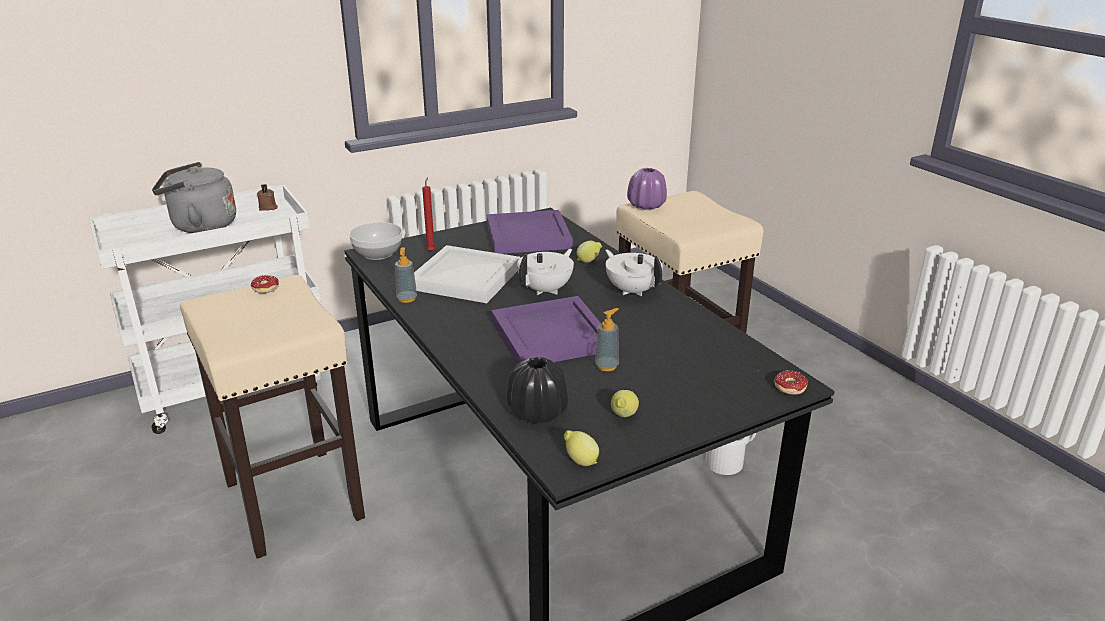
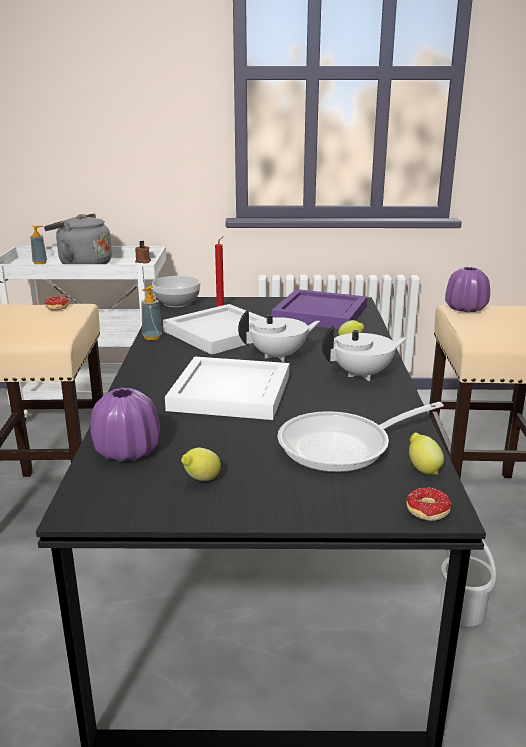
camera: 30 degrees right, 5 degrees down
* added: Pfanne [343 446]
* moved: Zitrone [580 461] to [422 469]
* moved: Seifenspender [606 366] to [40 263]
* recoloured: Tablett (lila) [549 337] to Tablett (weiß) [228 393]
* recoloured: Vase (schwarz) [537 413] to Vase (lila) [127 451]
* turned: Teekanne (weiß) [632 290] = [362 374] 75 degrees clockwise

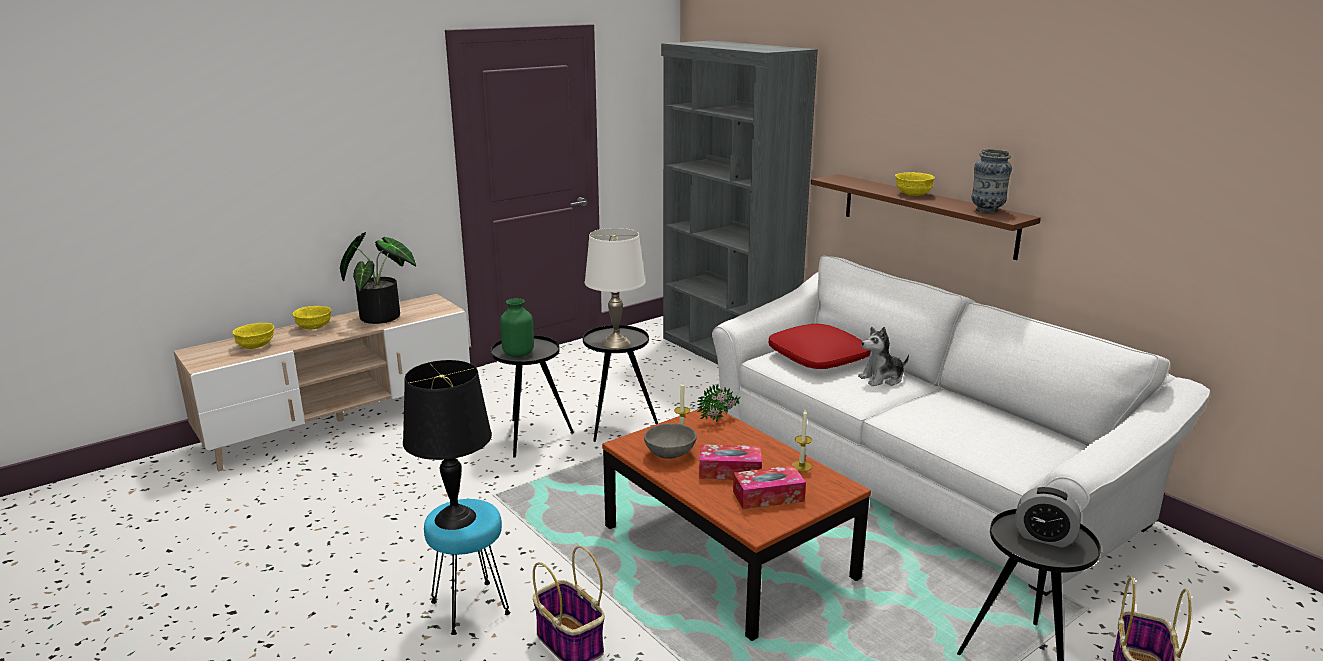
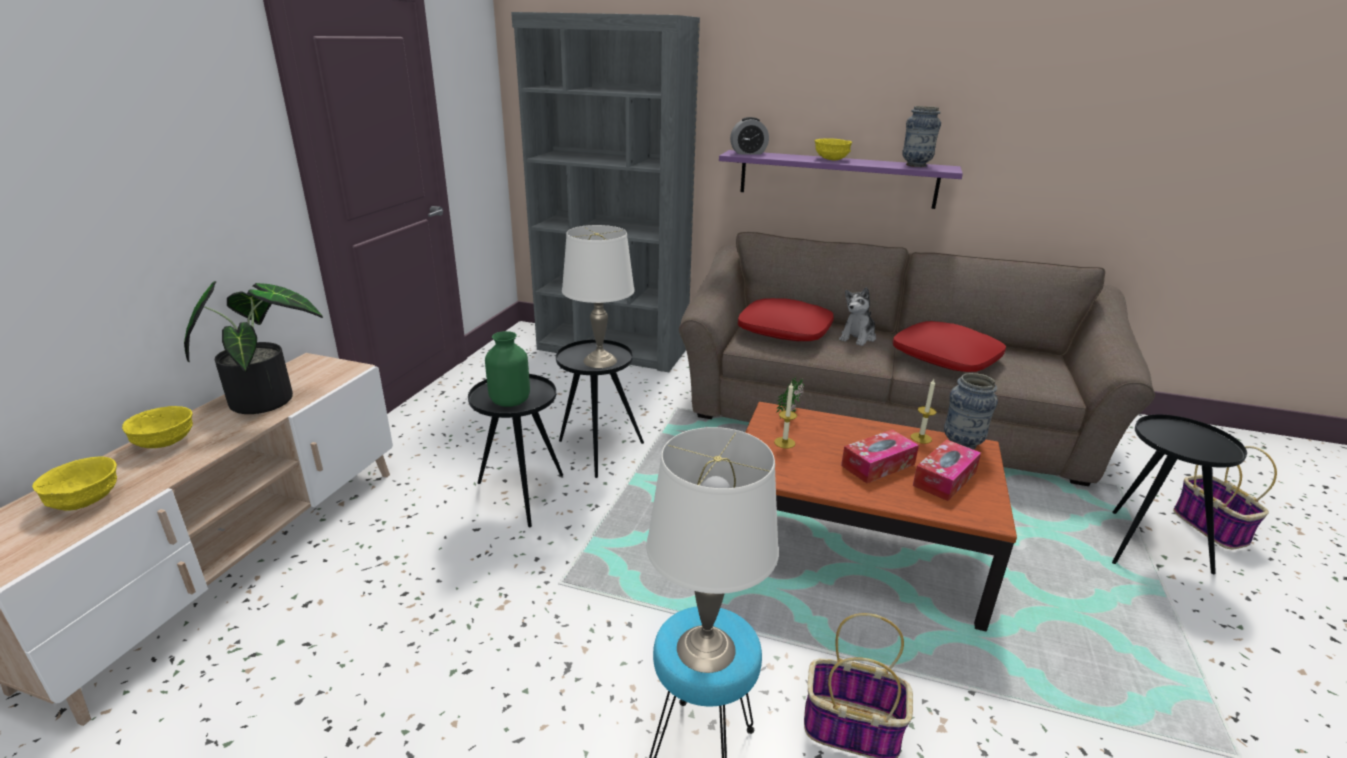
camera: 35 degrees left, 5 degrees up
* removed: Schüssel (grau) [670 454]
* added: Kissen (rot) [946 358]
* added: Vase [962 444]
* moved: Wecker [1044 537] to [748 153]
* recoloured: Tischlampe (schwarz) [454 518] to Tischlampe (weiß) [705 649]
* recoloured: Sofa (weiß) [915 470] to Sofa (braun) [883 413]
* recoloured: Wandregal (braun) [927 215] to Wandregal (lila) [836 179]

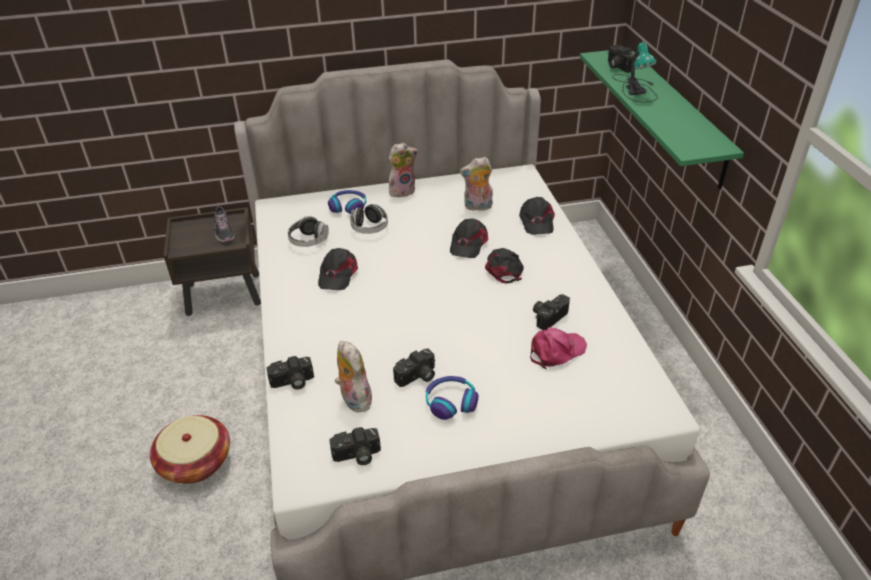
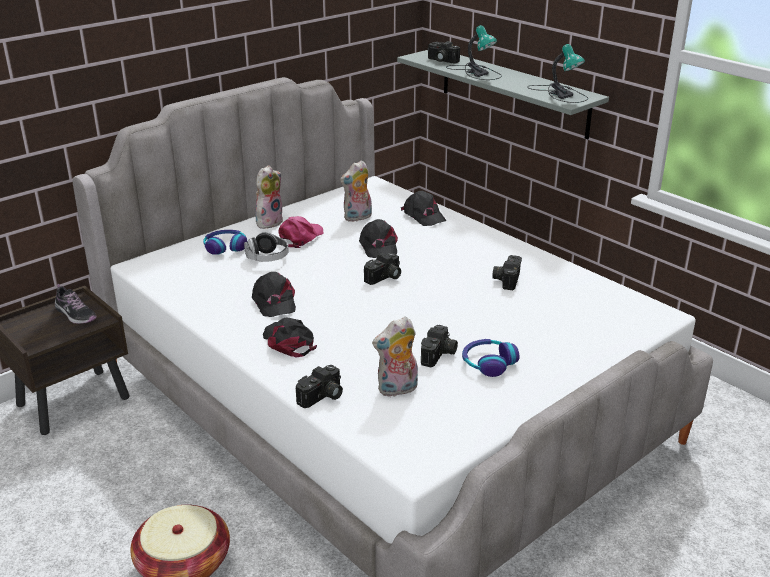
camera: 30 degrees left, 10 degrees down
* removed: Kopfhörer [308 240]
* added: Tischlampe [559 93]
* moved: Kamera [357 456] to [384 278]
* moved: Kappe (schwarz) [504 267] to [289 342]
* moved: Kappe (rosa) [556 351] to [300 237]
* recoloured: Wandregal (grün) [675 116] to Wandregal (grau) [513 92]
* turned: Plüschtier [353 399] = [397 390] 60 degrees counterclockwise

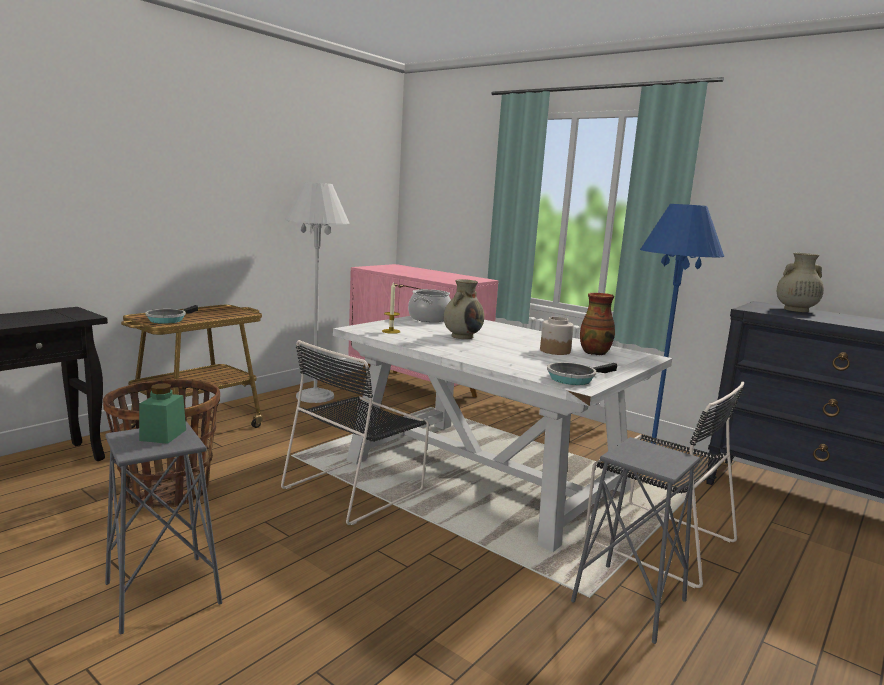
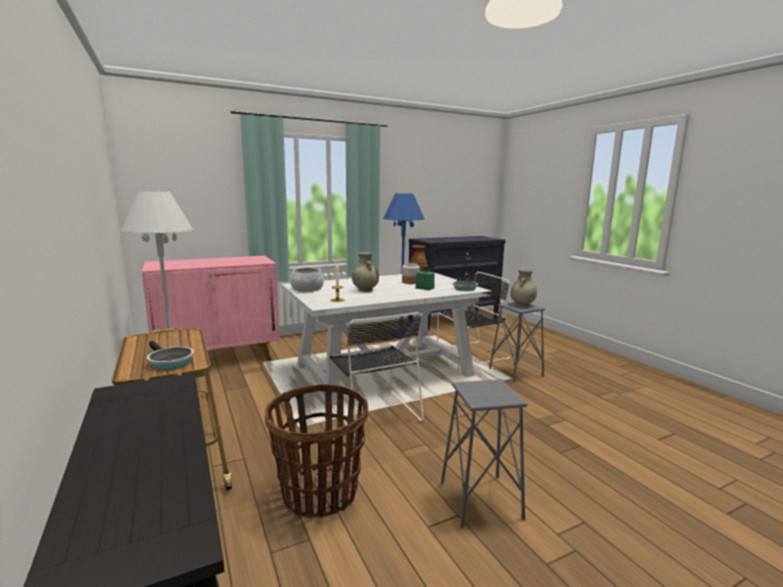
camera: 65 degrees left, 0 degrees up
* moved: Vorratsglas (grün) [163 435] to [424 288]
* moved: Vase (beige) [795 310] to [522 305]

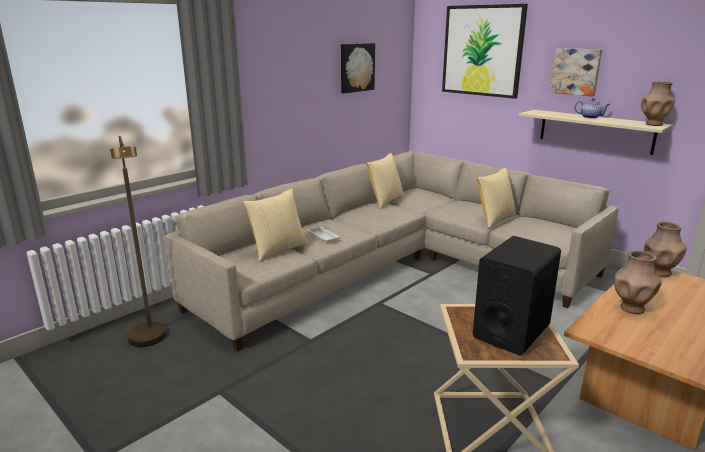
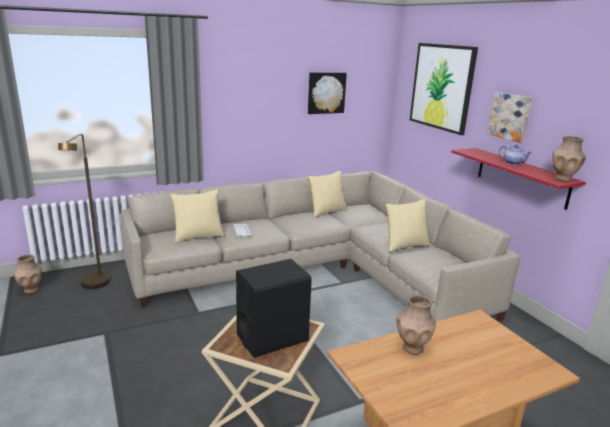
camera: 20 degrees right, 0 degrees up
* moved: Vase (braun) [659 272] to [31 290]
* recoloured: Wandregal (beige) [595 131] to Wandregal (rot) [521 177]

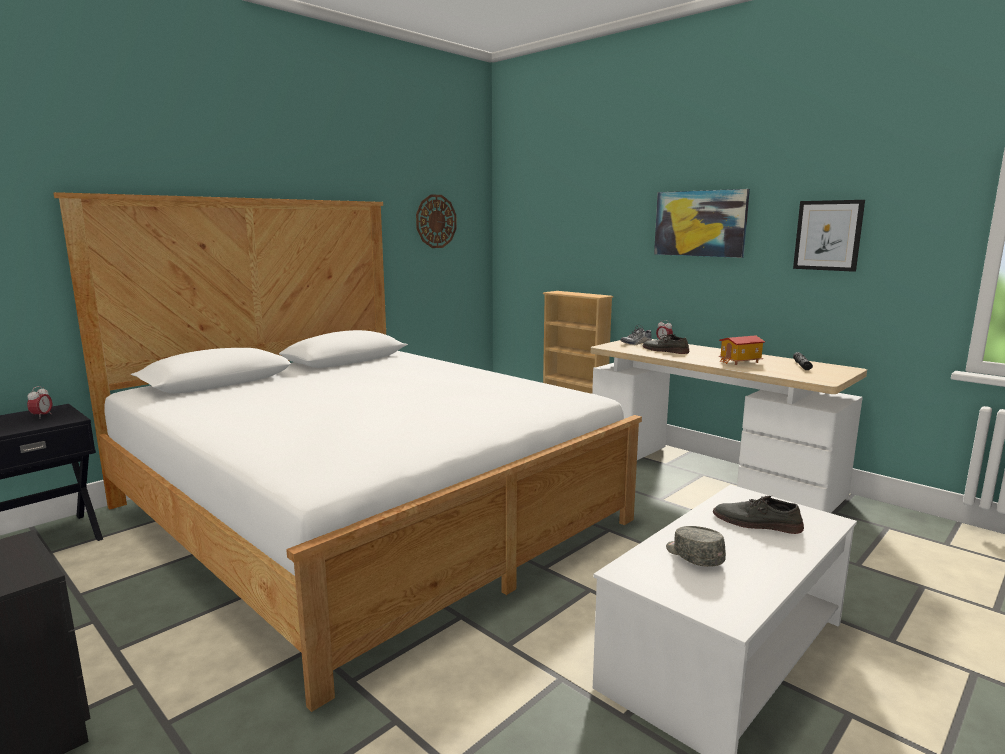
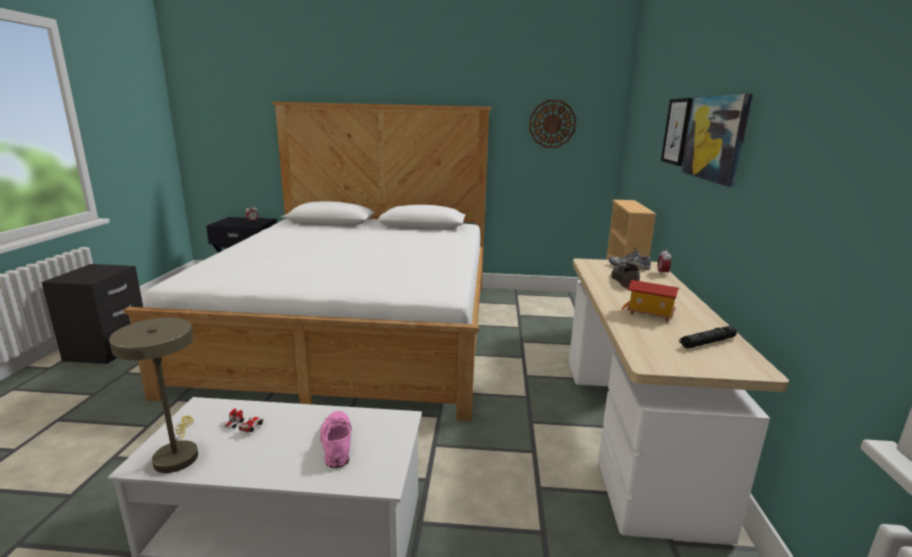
camera: 50 degrees right, 5 degrees up
* added: Tischlampe (beige) [176 454]
* moved: Bild [828 235] to [677 131]
* replaced: Kappe (grau) [693 556] to Spielzeugauto [243 426]
* recoloured: Schuh (grau) [756 523] to Schuh (rosa) [336 441]

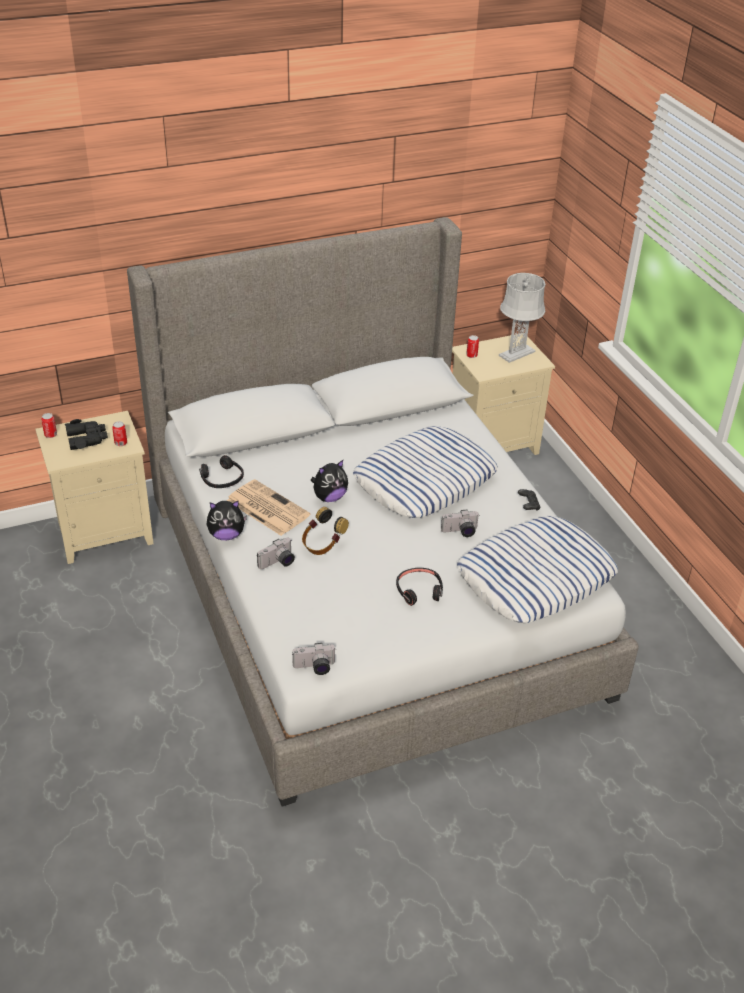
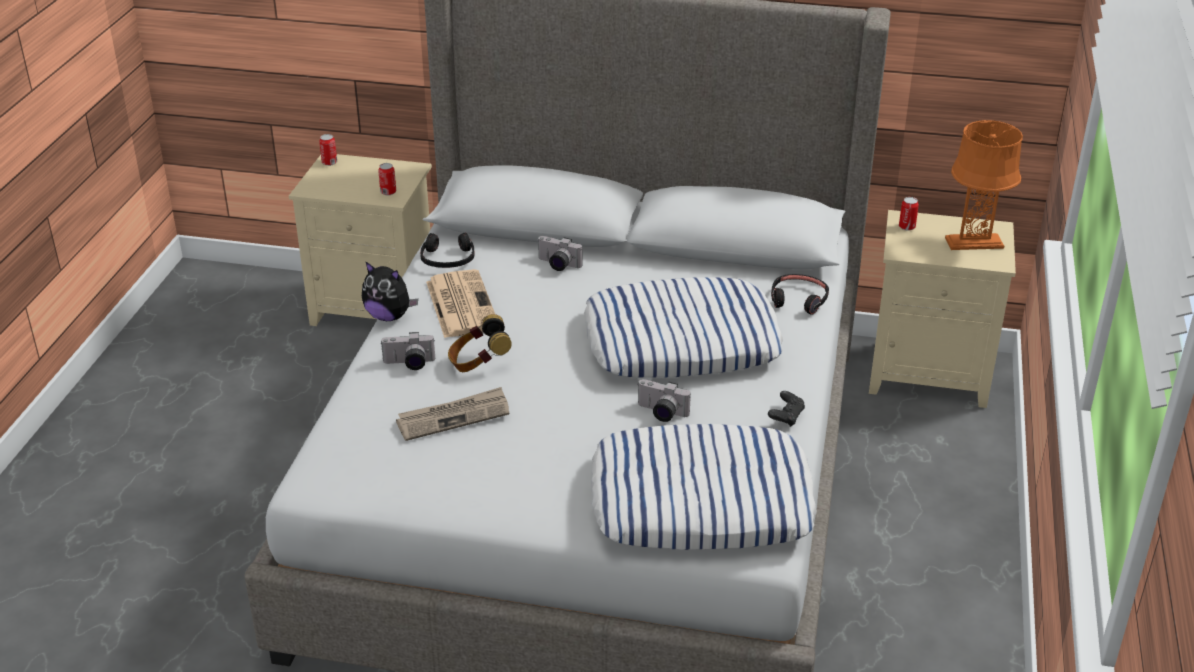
camera: 35 degrees right, 5 degrees down
* removed: Fernglas (schwarz) [87 439]
* removed: Plüschtier [329 497]
* added: Zeitung [454 417]
* moved: Kamera [314 668] to [557 265]
* moved: Kopfhörer (schwarz) [419 590] to [798 300]
* recoloured: Tischlampe (grau) [516 354] to Tischlampe (orange) [973 243]

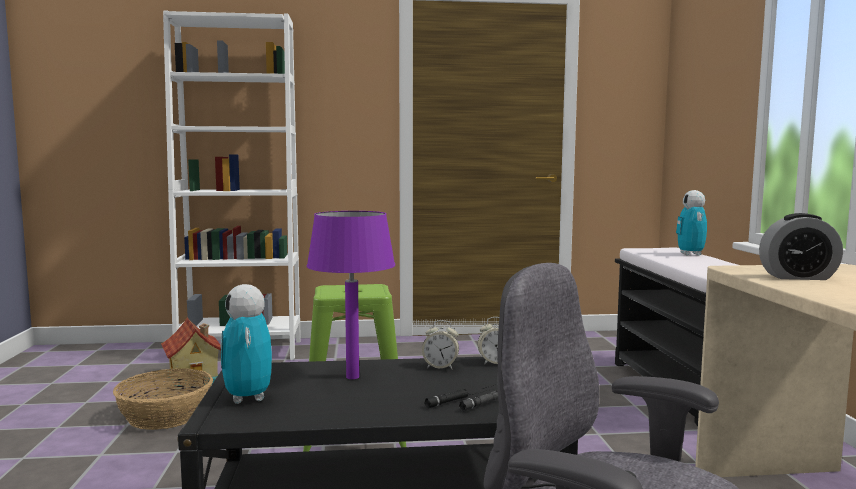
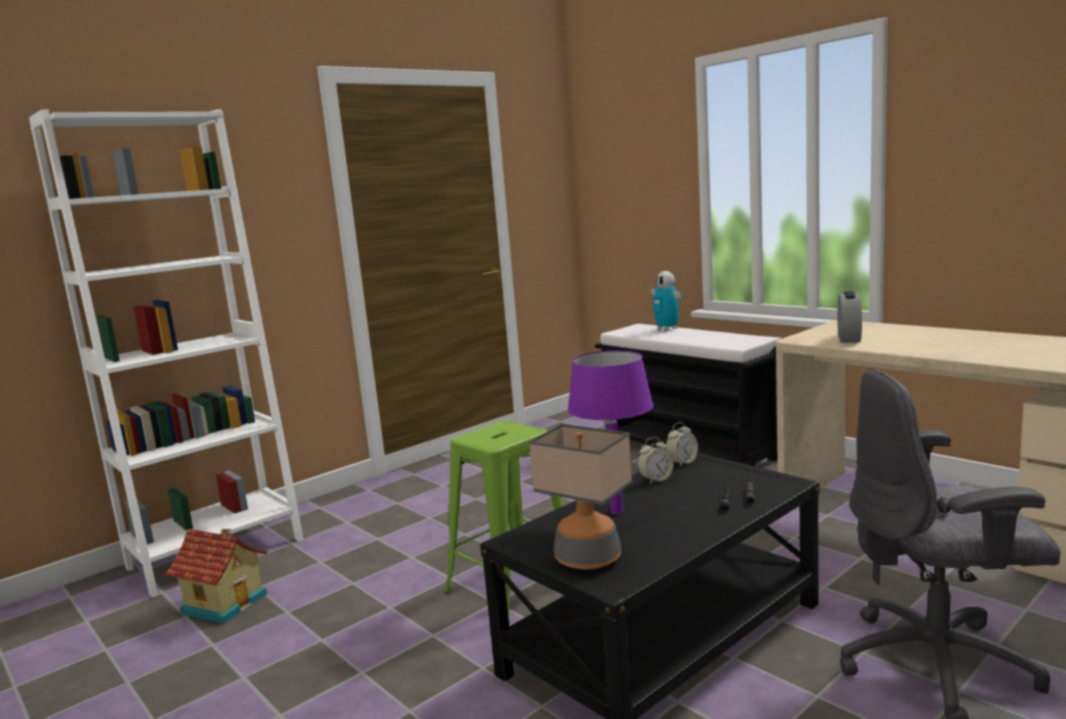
camera: 35 degrees left, 5 degrees up
* removed: Korb [166 415]
* replaced: Spielzeugroboter [248 398] to Tischlampe [588 558]
* turned: Wecker [797 277] = [849 338] 45 degrees counterclockwise

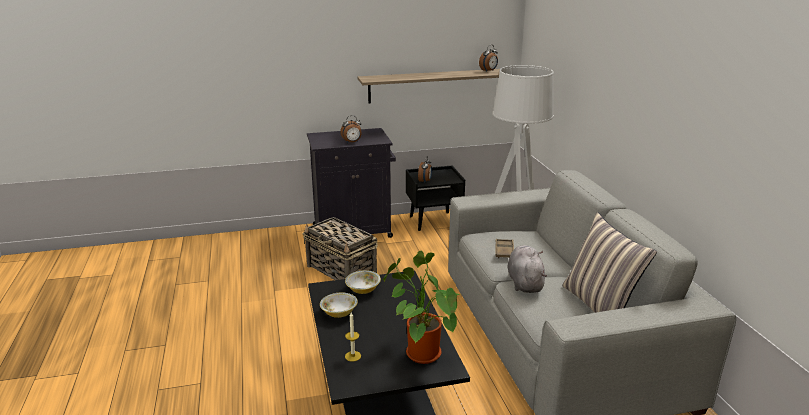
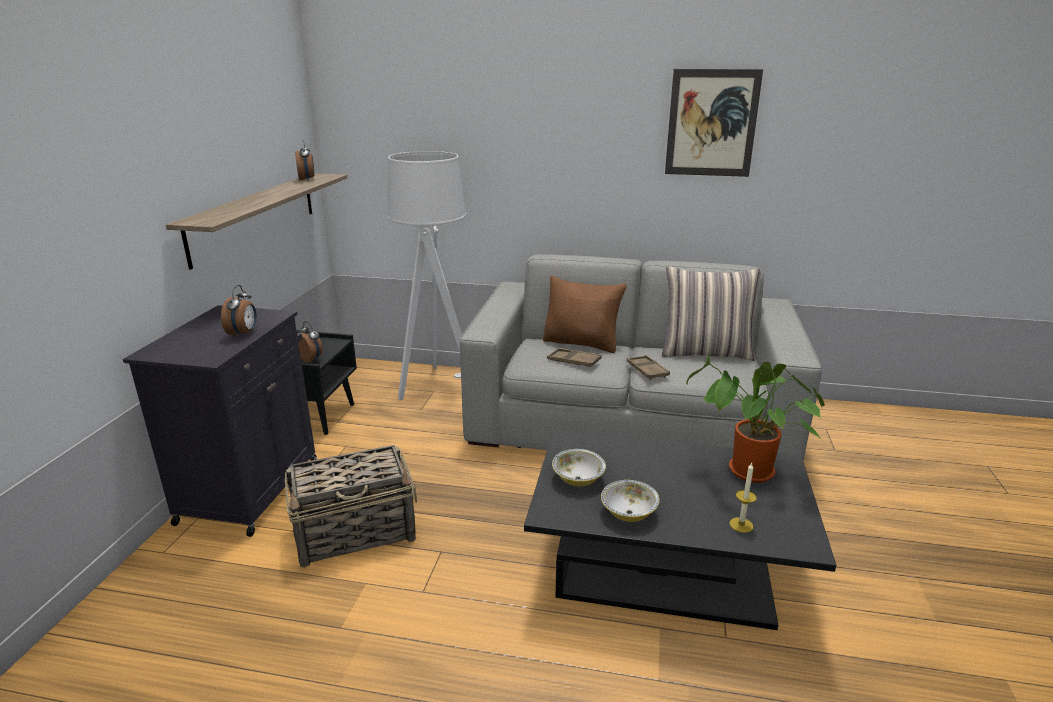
camera: 65 degrees left, 0 degrees up
* added: Kissen (braun) [582 343]
* added: Bild [711 123]
* replaced: Plüschtier (grau) [524 282] to Tablett (braun) [647 370]

